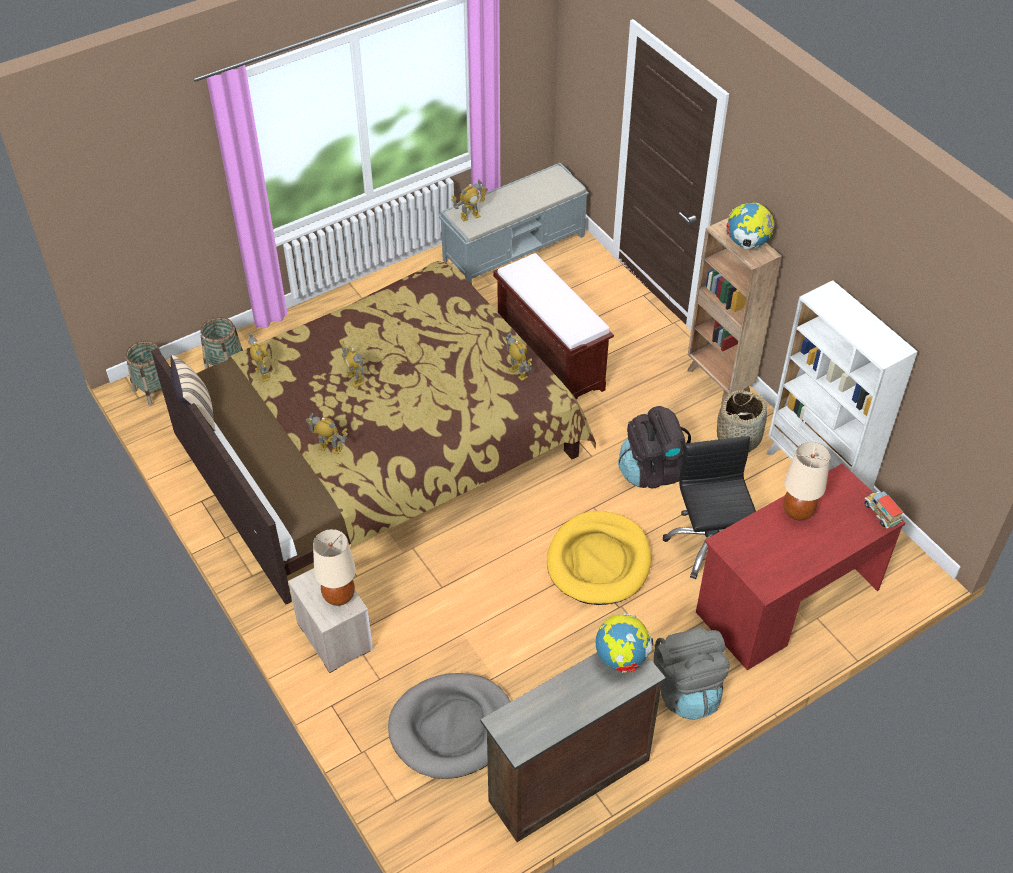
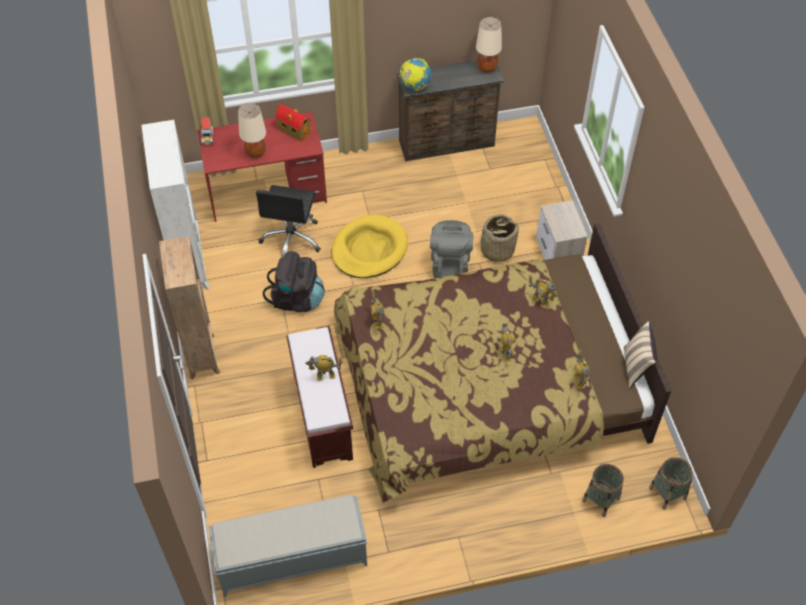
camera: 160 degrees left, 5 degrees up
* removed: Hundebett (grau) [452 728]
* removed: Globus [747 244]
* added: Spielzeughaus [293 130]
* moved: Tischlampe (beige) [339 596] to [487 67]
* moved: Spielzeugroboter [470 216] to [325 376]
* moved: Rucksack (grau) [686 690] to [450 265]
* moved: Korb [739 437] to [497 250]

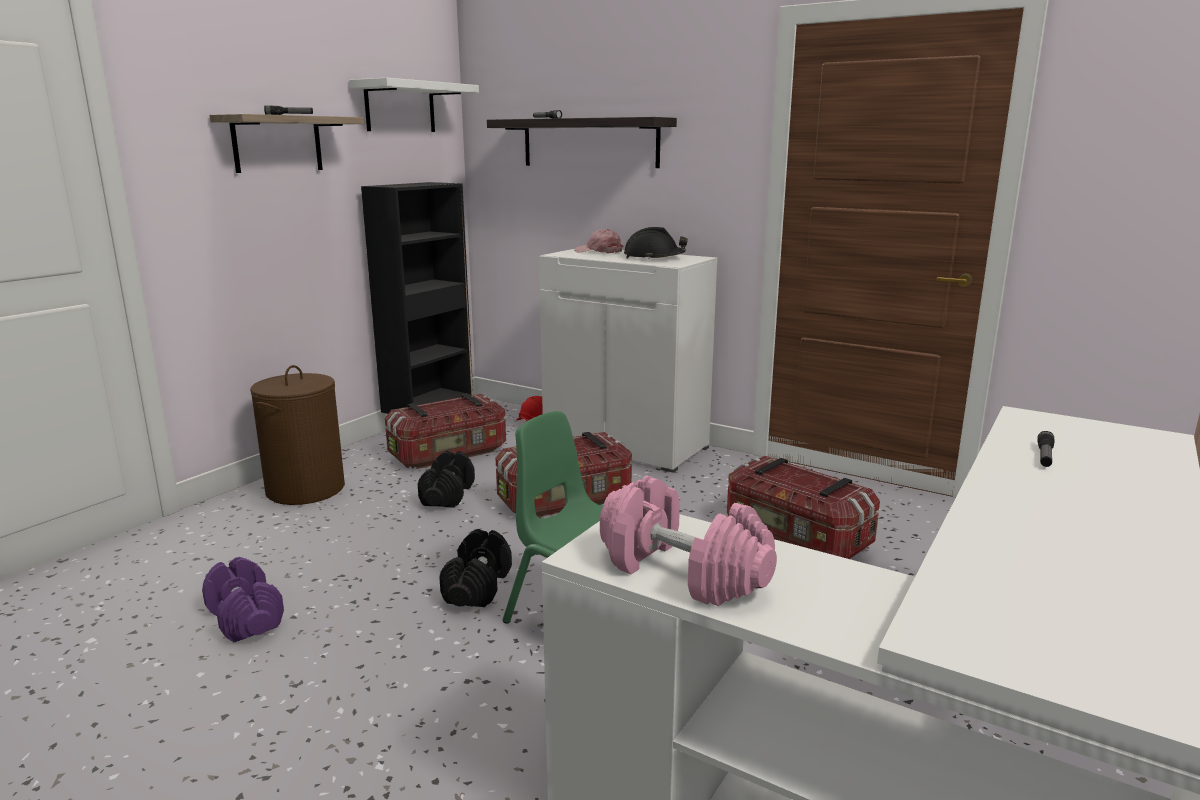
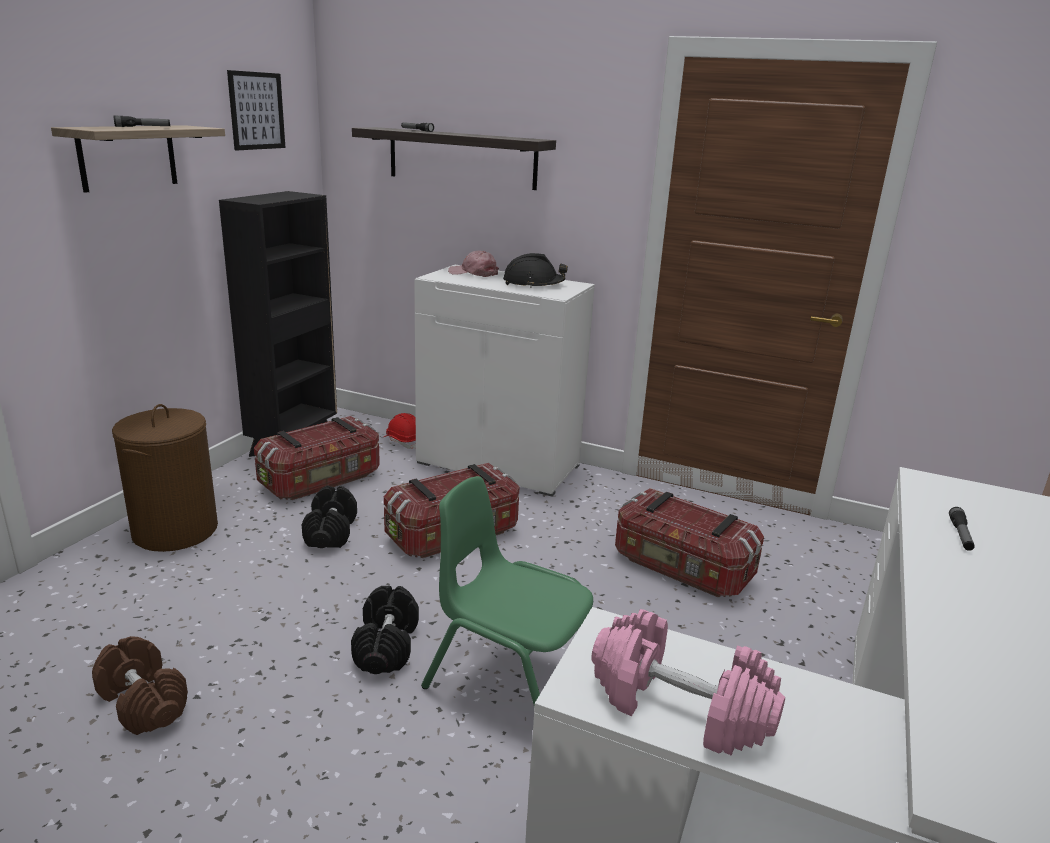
camera: 10 degrees left, 5 degrees up
* replaced: Wandregal (weiß) [400 107] to Bild [256 111]
* recoloured: Hantel (lila) [246 618] to Hantel (braun) [144 702]

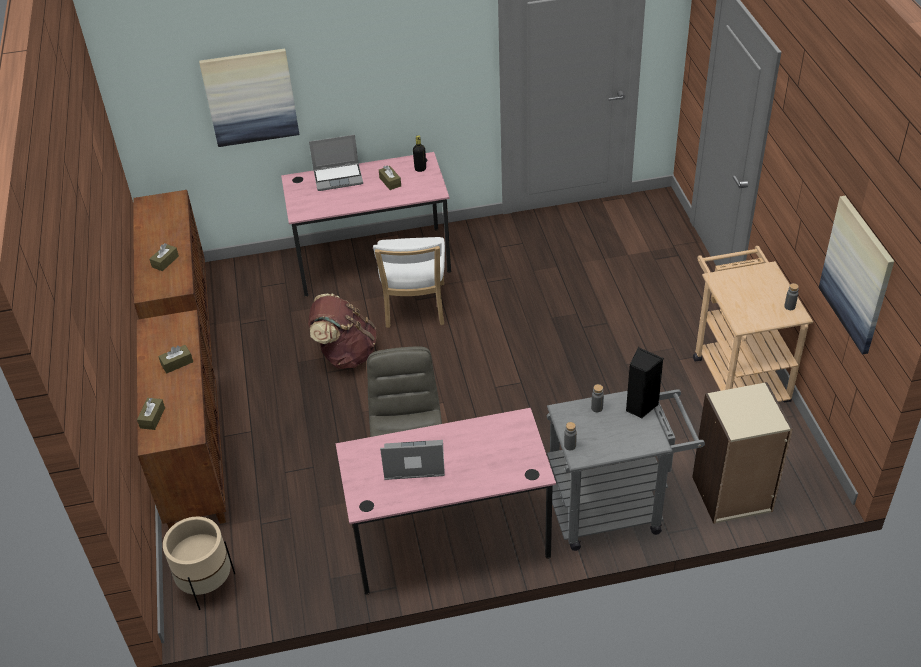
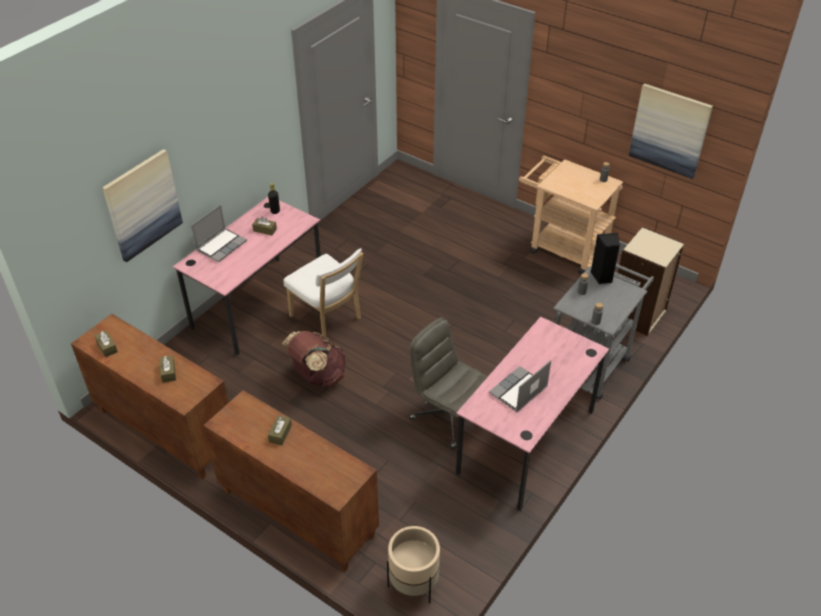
camera: 45 degrees left, 0 degrees up
* moved: Taschentuchbox (braun) [152 418] to [107 347]

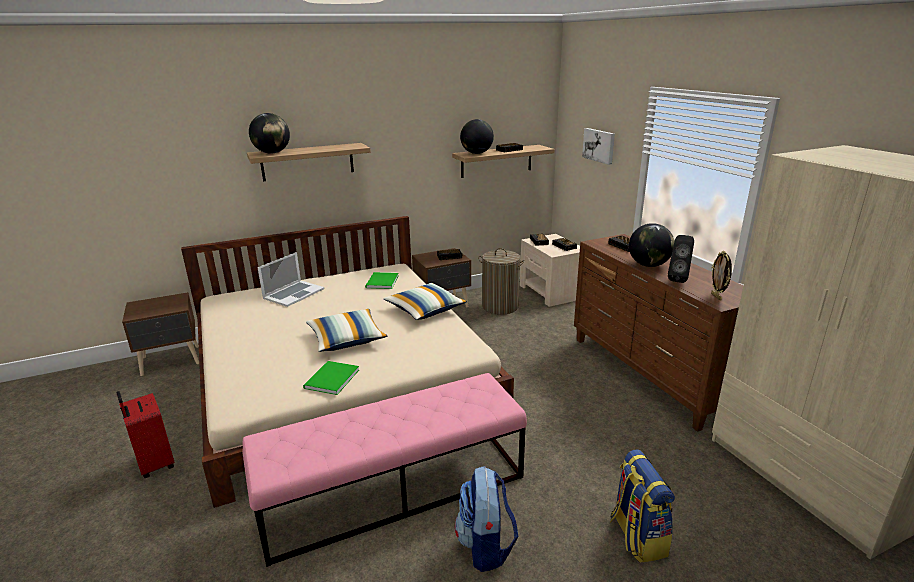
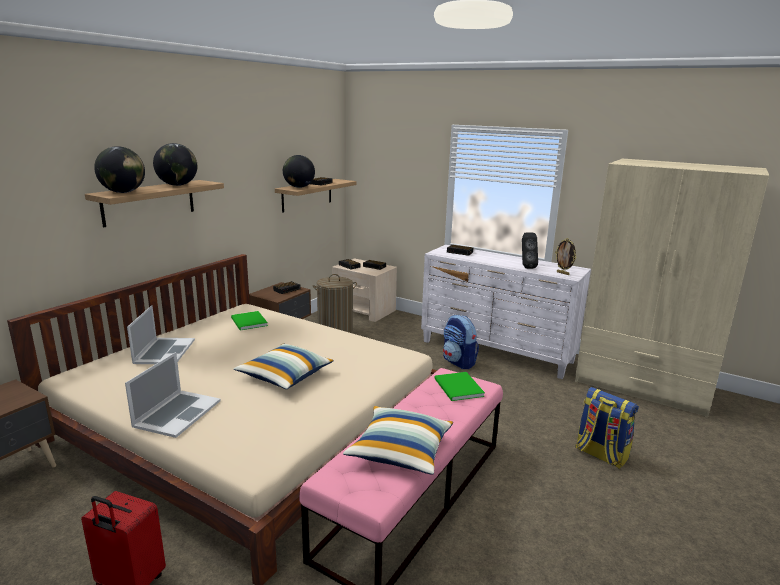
camera: 35 degrees left, 5 degrees down
* removed: Bild [599 145]
* added: Laptop [177 413]
* moved: Buch (grün) [330 379] to [458 388]
* moved: Kissen [425 310] to [400 451]
* moved: Rucksack [486 546] to [459 362]
* moved: Globus [648 265] to [177 185]
* recoloured: Kommode (braun) [648 374] to Kommode (weiß) [496 352]

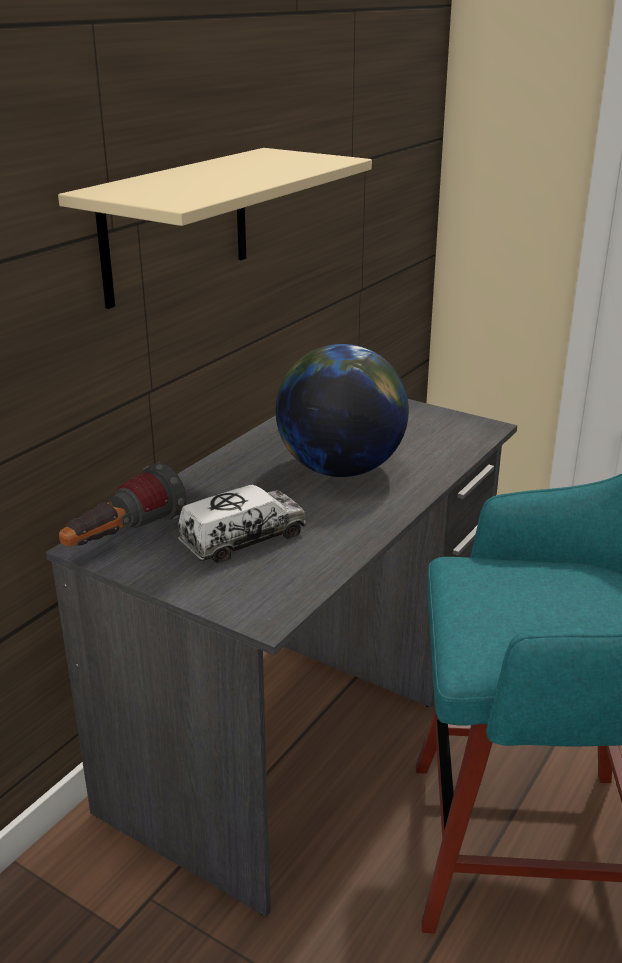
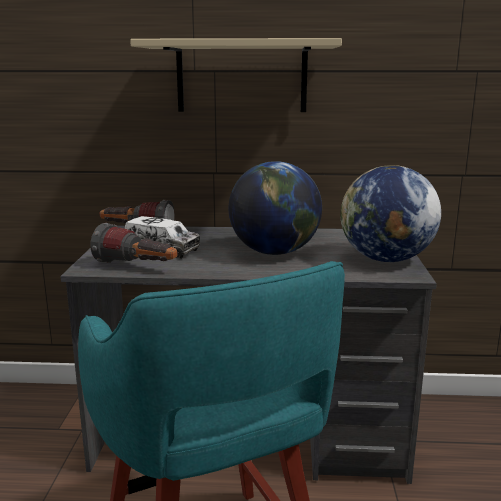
camera: 60 degrees right, 10 degrees down
* added: Taschenlampe [137 267]
* added: Globus [385 259]

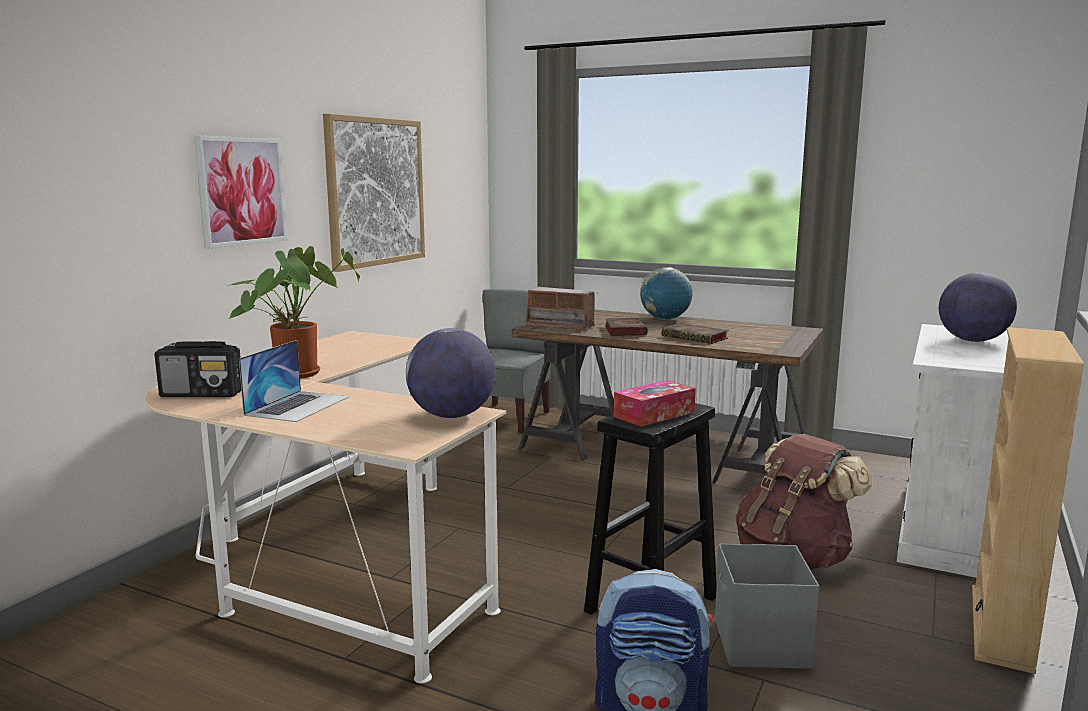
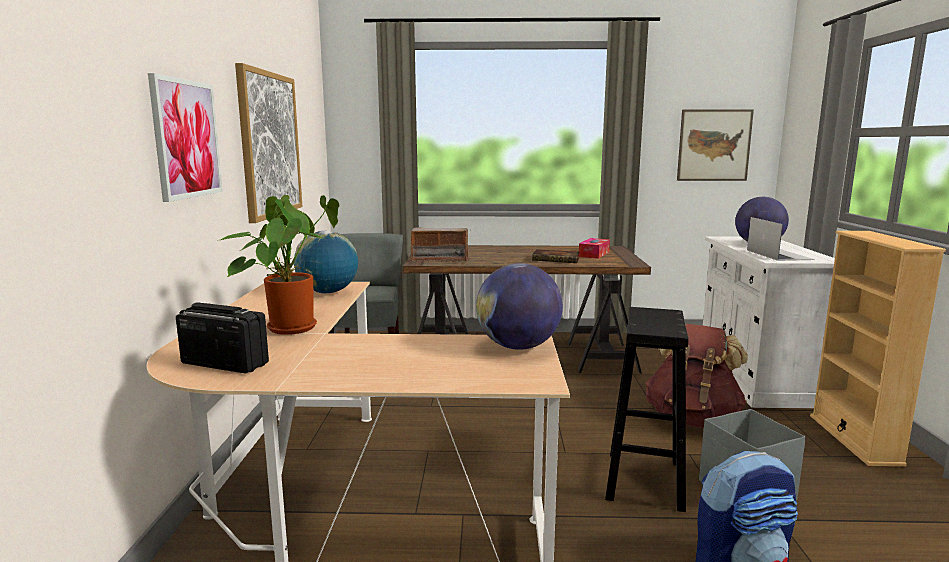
camera: 25 degrees left, 0 degrees up
* removed: Buch [624 330]
* added: Bild [714 145]
* moved: Laptop [298 406] to [778 255]
* moved: Taschentuchbox [654 414] to [594 254]
* moved: Globus [665 319] to [328 292]
* turned: Radio [202 394] = [224 364] 135 degrees counterclockwise

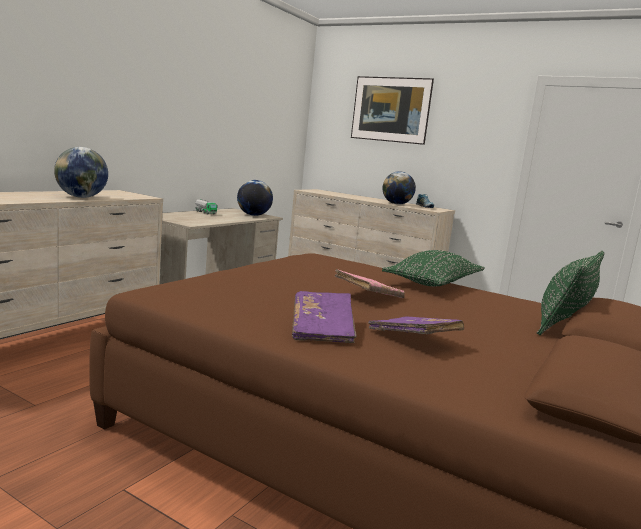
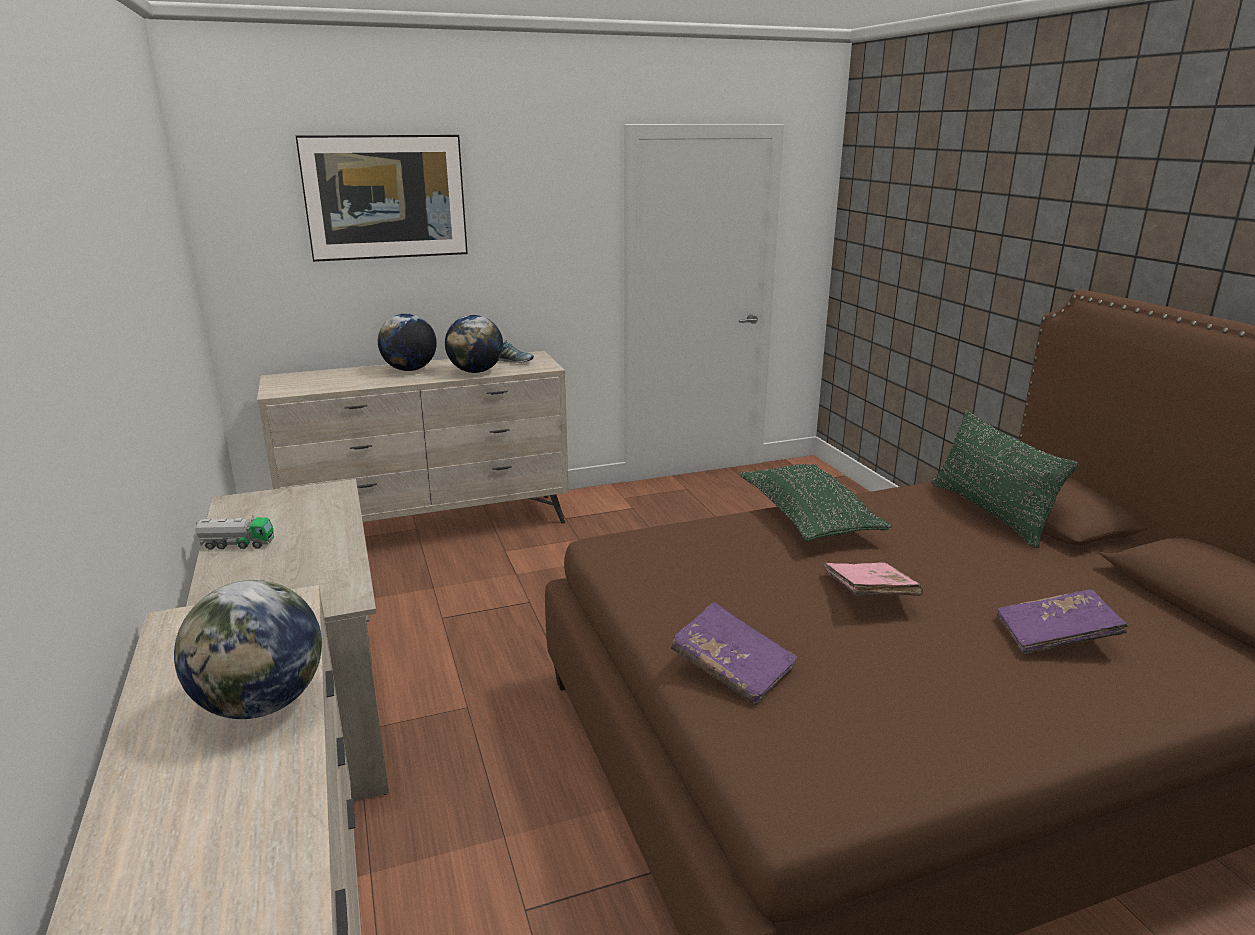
camera: 50 degrees left, 10 degrees up
* moved: Globus [253 215] to [410 370]
* moved: Buch (lila) [322 330] to [732 668]

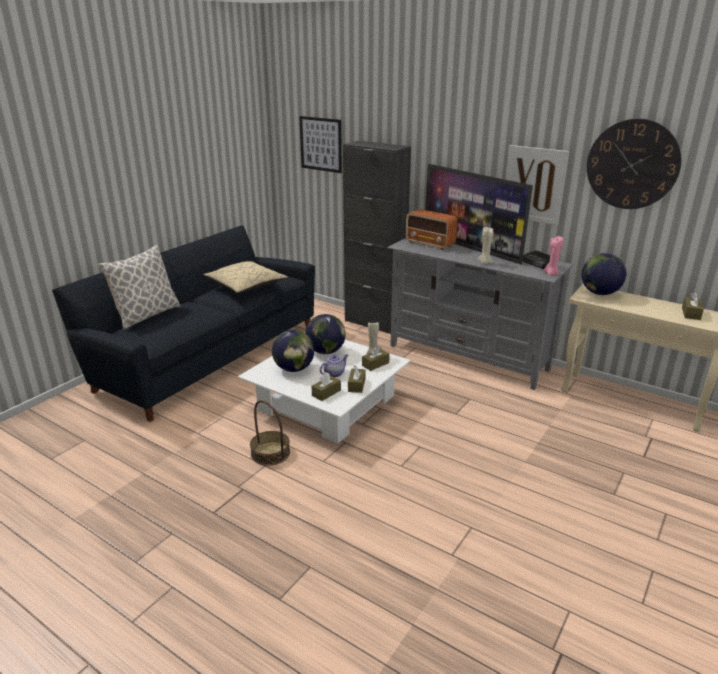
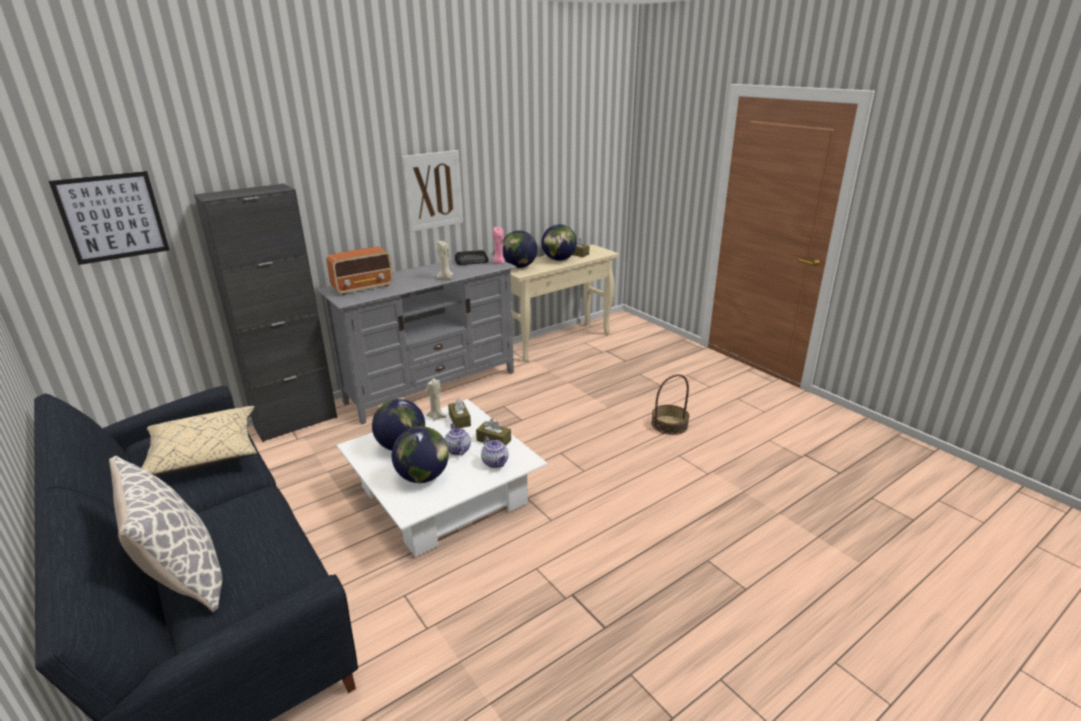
camera: 70 degrees left, 0 degrees up
* removed: Fernseher [471 248]
* removed: Wanduhr [632 164]
* added: Globus [559 259]
* moved: Korb [270 453] to [669 424]
* replaced: Taschentuchbox (braun) [326 393] to Teekanne [495 463]

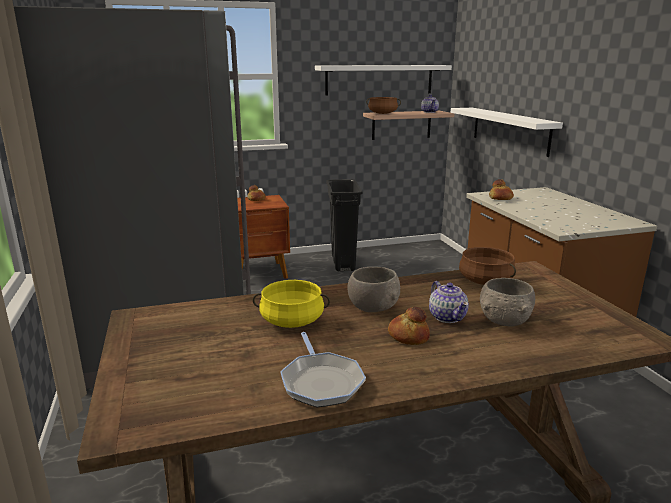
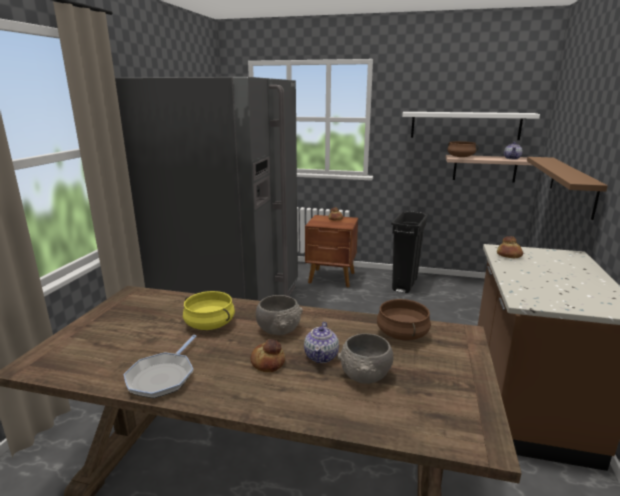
camera: 30 degrees right, 0 degrees up
* recoloured: Wandregal (weiß) [509 130] to Wandregal (braun) [572 185]

